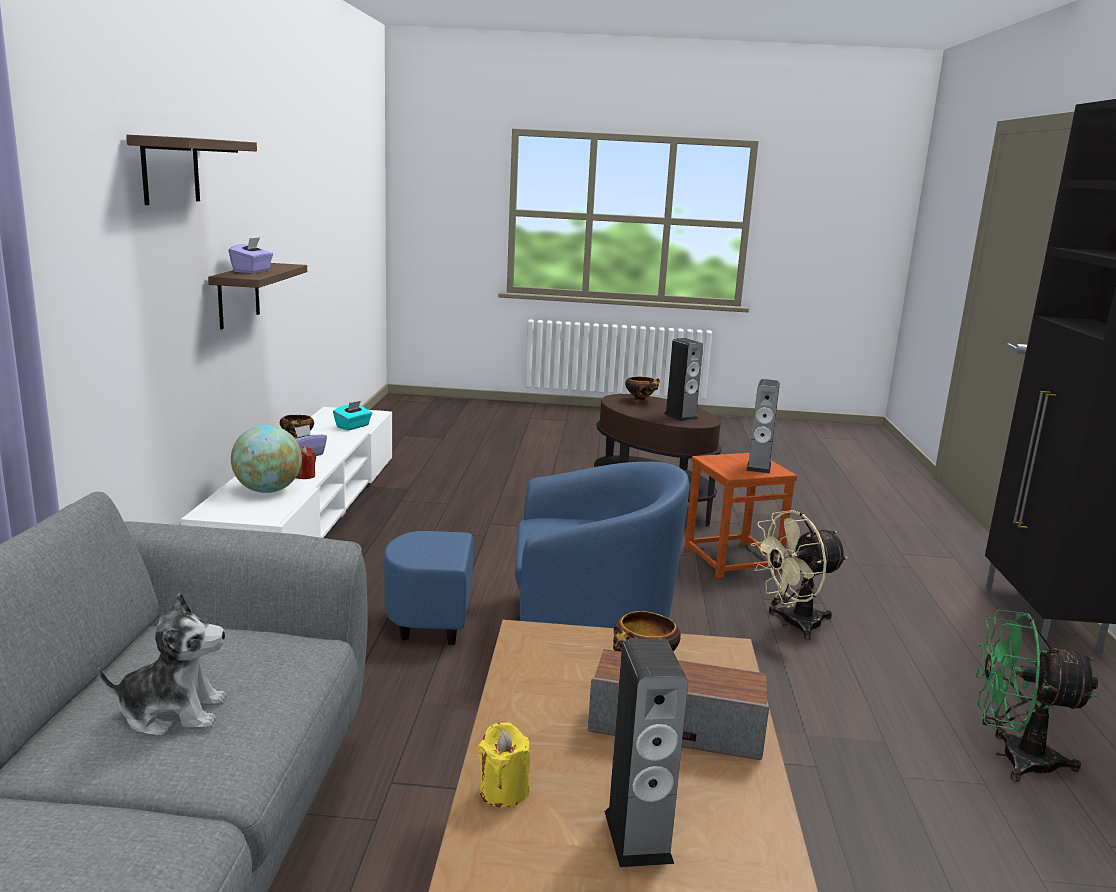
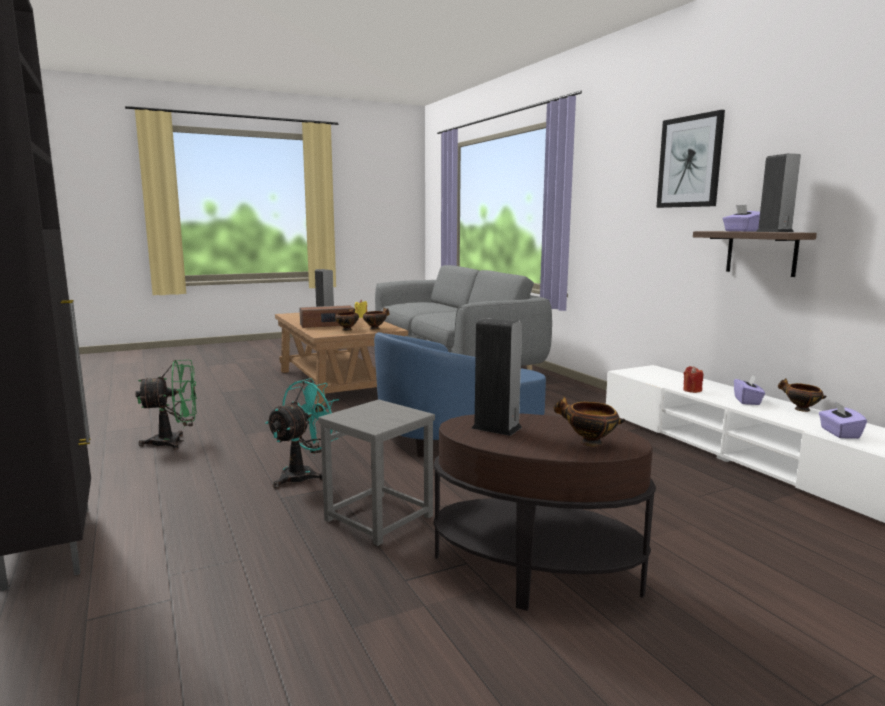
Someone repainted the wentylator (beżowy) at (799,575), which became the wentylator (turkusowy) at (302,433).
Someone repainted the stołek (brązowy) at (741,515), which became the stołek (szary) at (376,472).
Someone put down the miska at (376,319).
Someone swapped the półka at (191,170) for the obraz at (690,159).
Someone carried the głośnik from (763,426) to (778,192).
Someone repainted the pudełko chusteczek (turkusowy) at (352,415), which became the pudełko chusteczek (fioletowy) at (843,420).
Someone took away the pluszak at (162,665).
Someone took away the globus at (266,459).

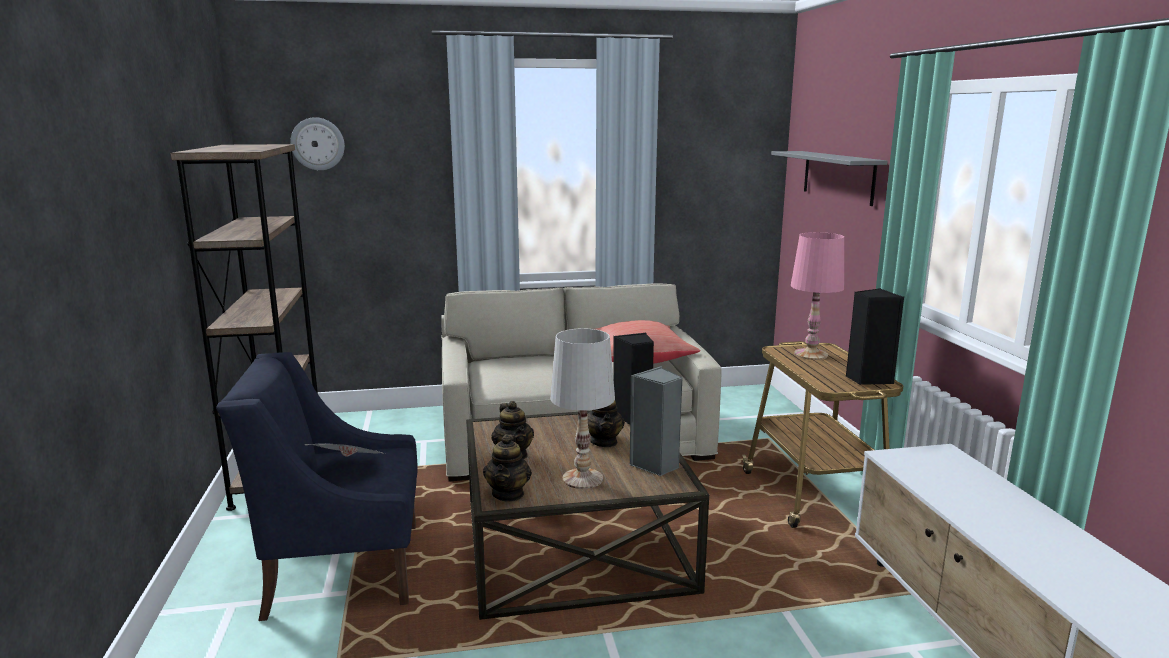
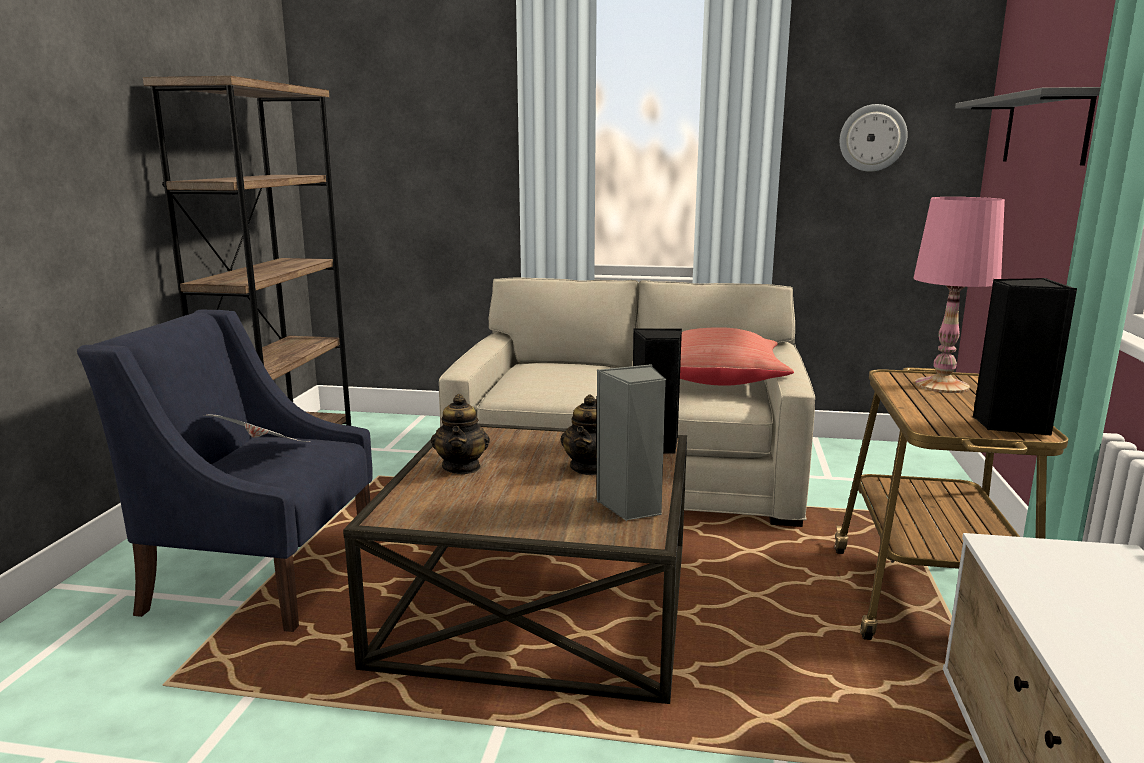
Someone carried the zegar ścienny from (317,143) to (874,138).
Someone took away the imbryk at (507,468).
Someone took away the lampa stołowa (biały) at (582,408).

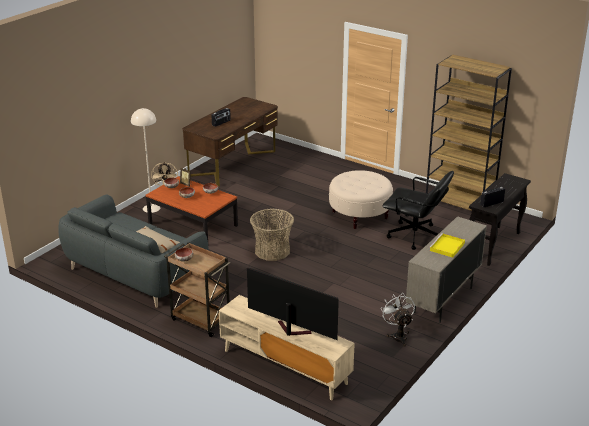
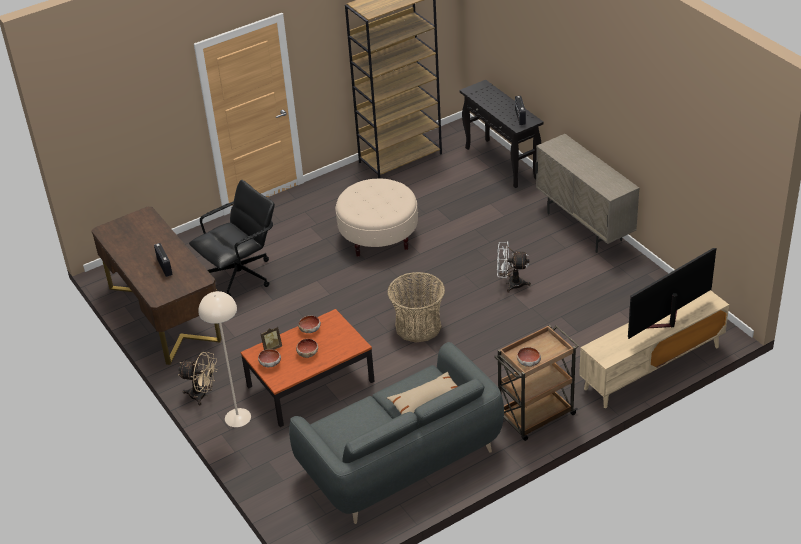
Someone carried the krzesło biurowe (czarny) from (418,210) to (232,238).
Someone carried the wentylator (biały) from (398,320) to (514,266).
Someone took away the taca (żółty) at (447,245).

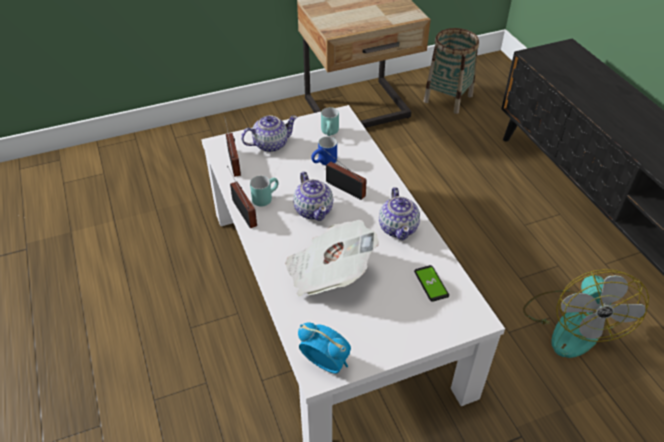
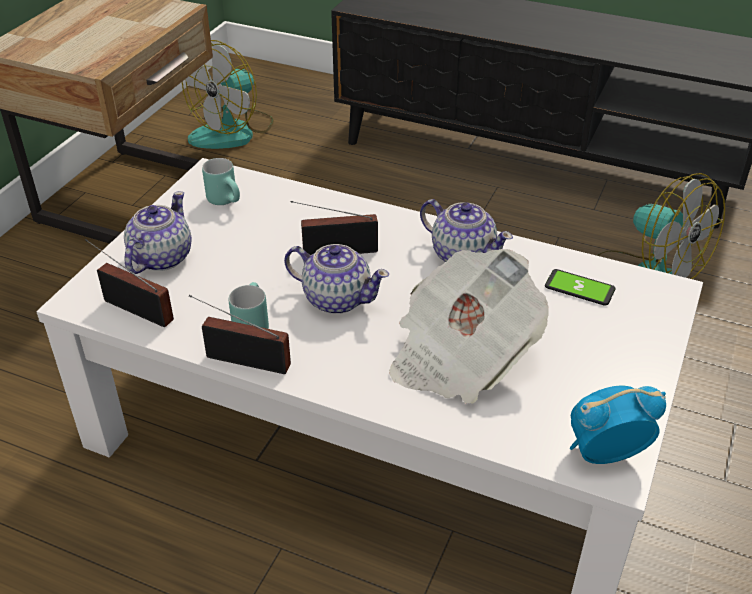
Someone swapped the koszyk at (451,71) for the wentylator at (228,94).
Someone took away the kubek (niebieski) at (324,150).

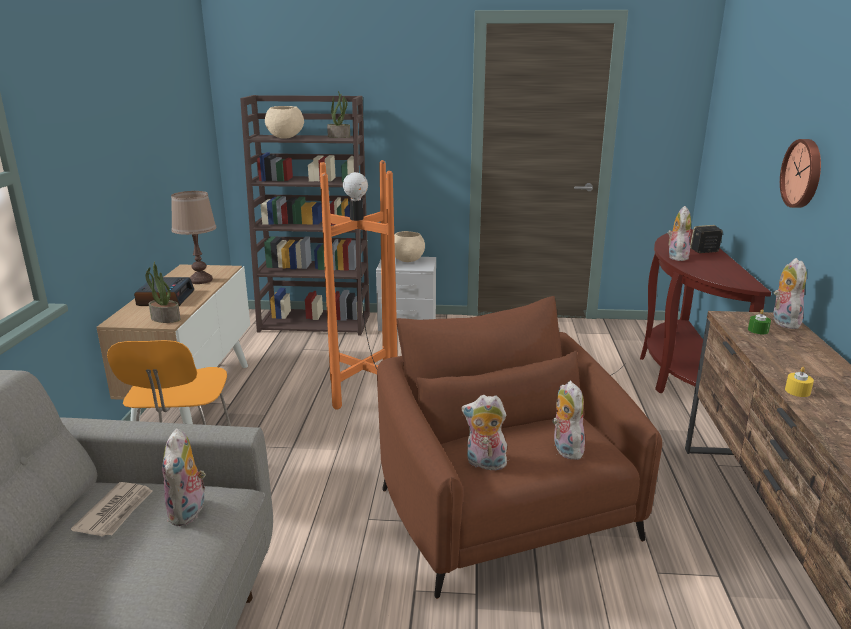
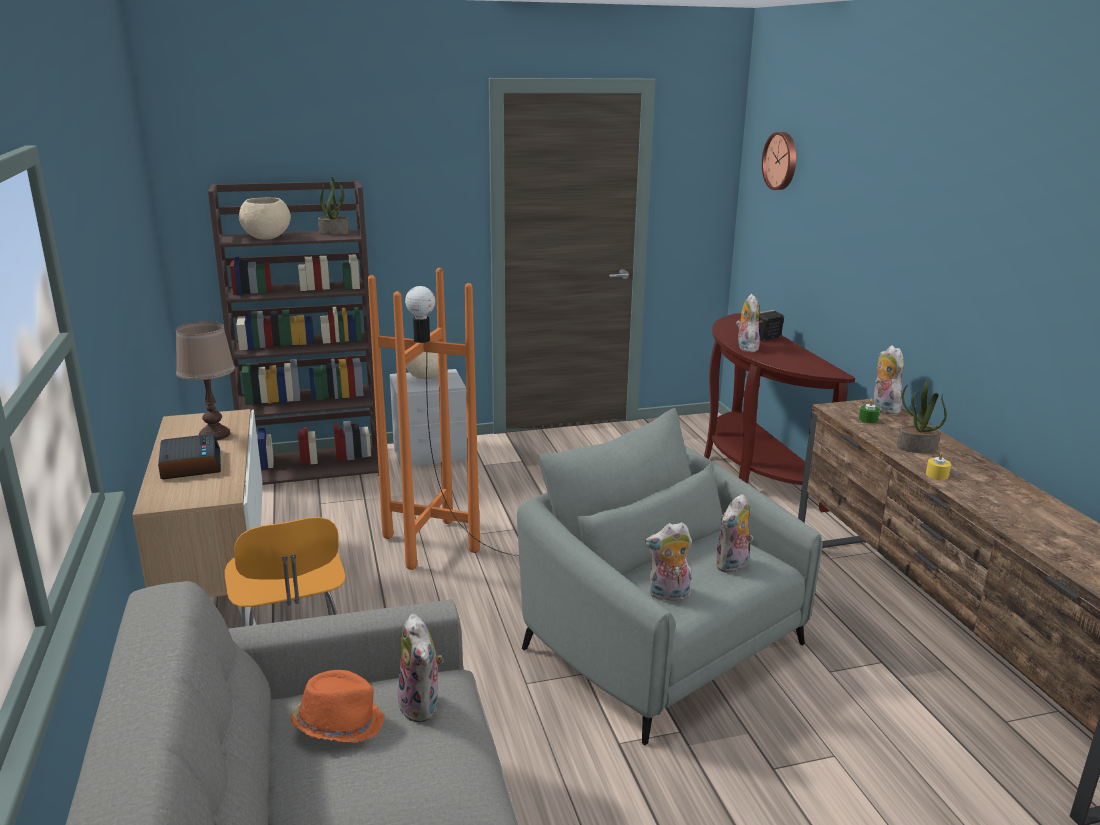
Someone swapped the gazeta at (112,509) for the kapelusz (pomarańczowy) at (337,706).
Someone repainted the fotel (brązowy) at (519,447), which became the fotel (szary) at (670,577).
Someone rotated the pluszak at (569,420) by 105 degrees counterclockwise.
Someone carried the zegar ścienny from (800,173) to (779,161).
Someone carried the roślina doniczkowa from (163,292) to (922,416).

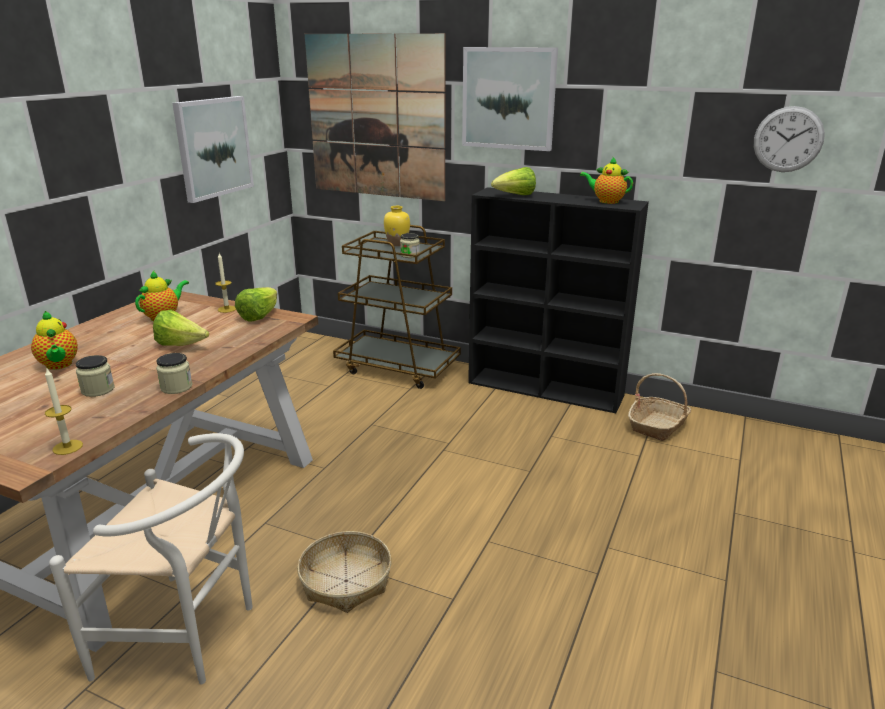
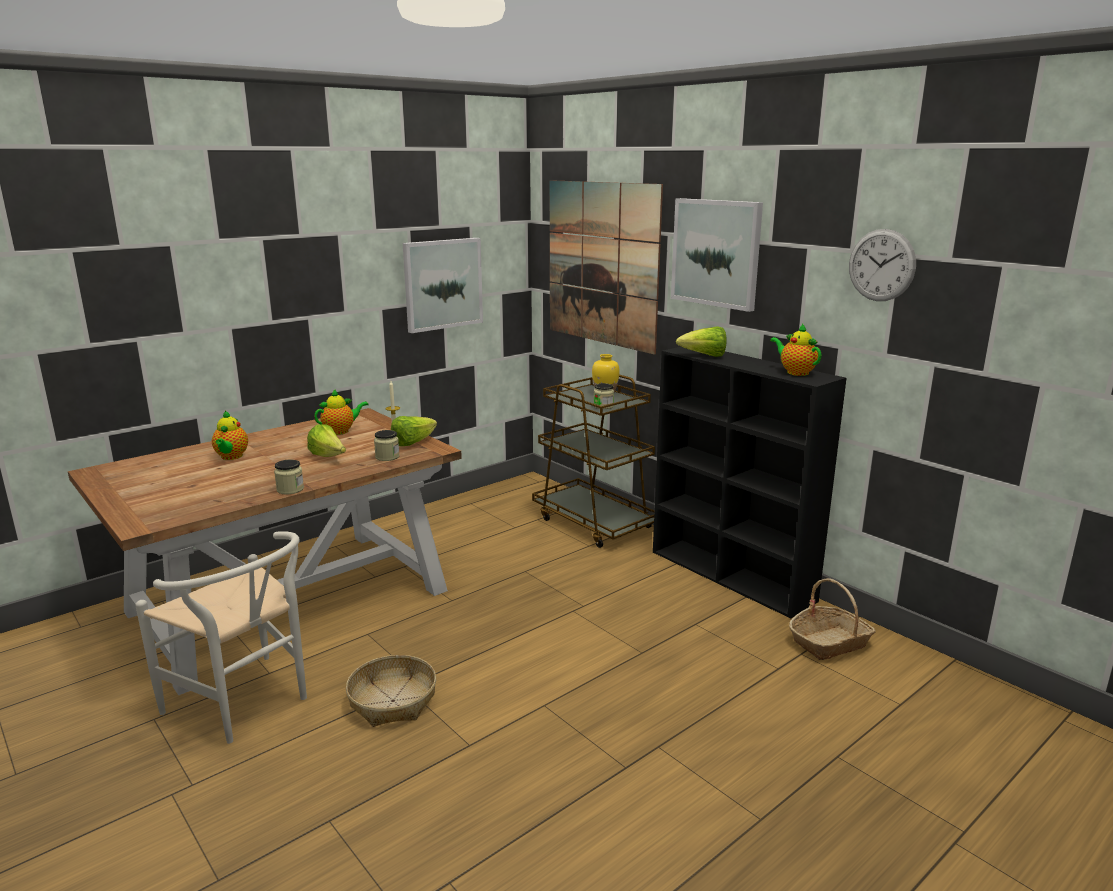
Someone carried the słoik from (95,376) to (387,445).
Someone carried the zegar ścienny from (789,139) to (882,265).
Someone took away the świeca at (64,411).

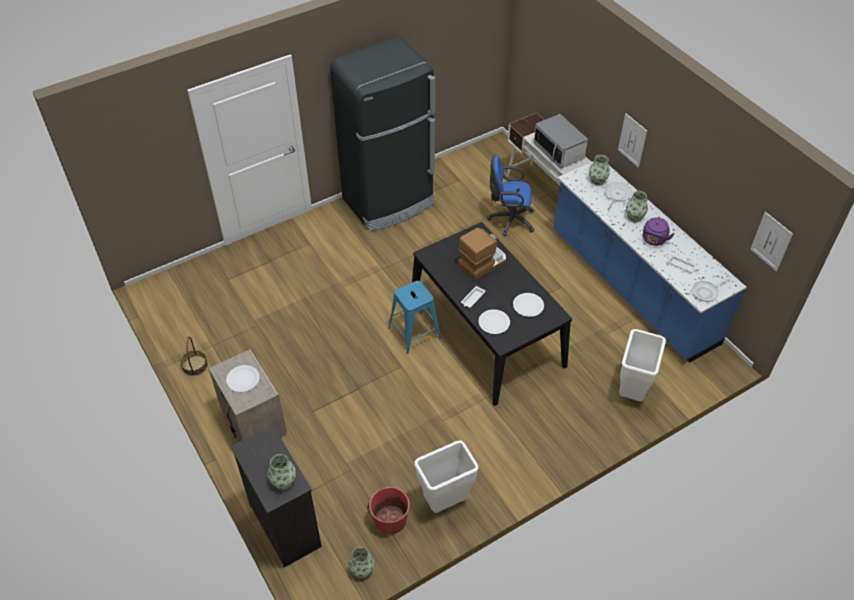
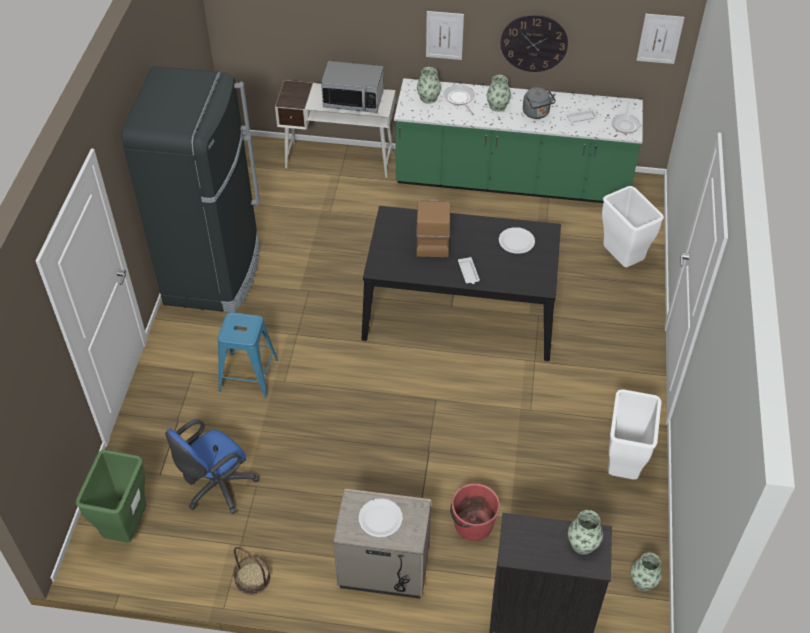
Someone put down the kosz na śmieci (zielony) at (111,496).
Someone carried the krzesło biurowe (niebieski) from (510,195) to (212,466).
Someone carried the stołek (niebieski) from (414,317) to (248,355).
Someone repainted the zabudowa kuchenna (niebieski) at (650,261), which became the zabudowa kuchenna (zielony) at (518,140).
Someone carried the wiadro (czerwony) from (388,511) to (475,512).
Someone put up the zegar ścienny at (534,43).
Someone repainted the czajnik (fioletowy) at (658,231), which became the czajnik (szary) at (539,103).
Someone took away the talerz (biały) at (494,321).

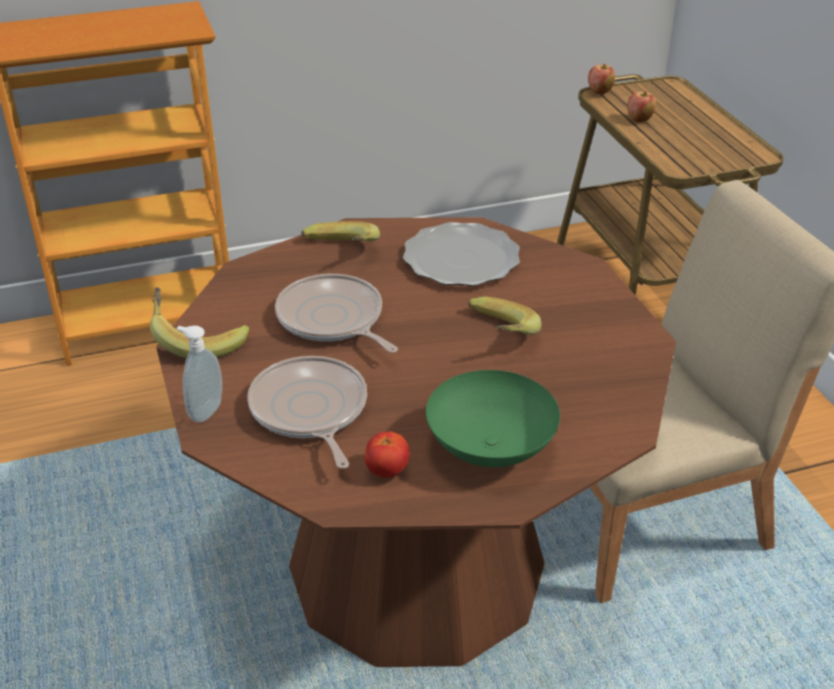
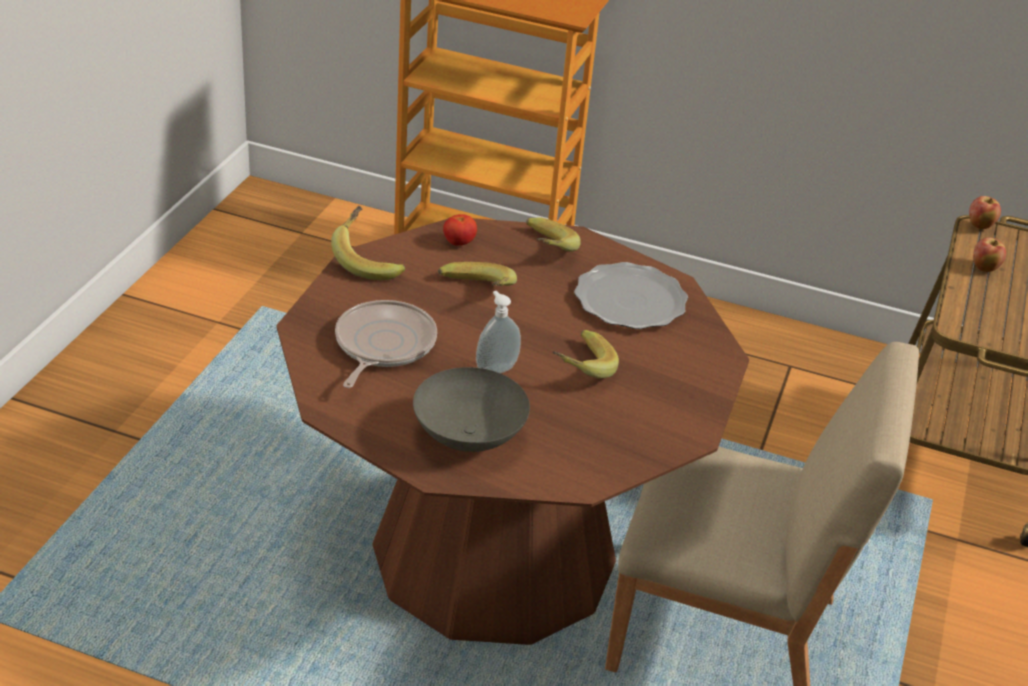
Someone repainted the miska (zielony) at (493,418), which became the miska (szary) at (471,409).
Someone swapped the patelnia at (336,313) for the banan at (477,274).
Someone carried the pomidor from (387,455) to (460,230).
Someone carried the dozownik mydła from (199,374) to (498,332).

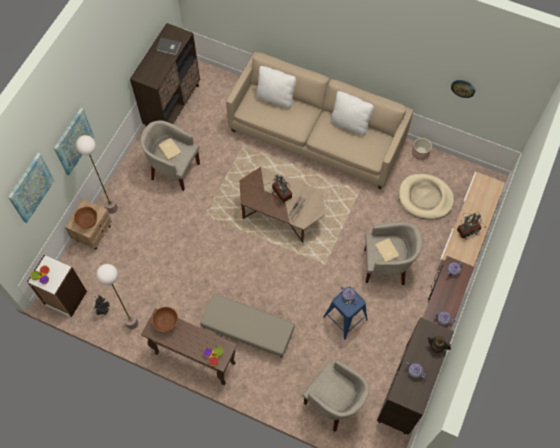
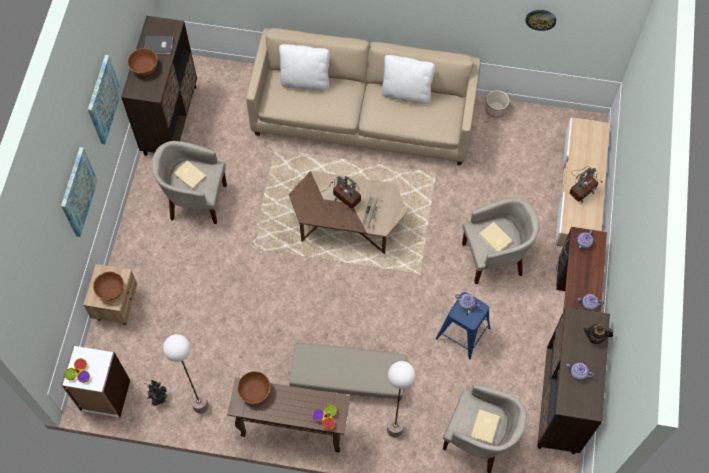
Someone carried the obraz from (31,188) to (104,99).
Someone put down the miska (brązowy) at (142,62).
Someone carried the lampa stojąca from (97,174) to (401,399).
Someone put down the książka (beżowy) at (485,426).
Someone took away the legowisko (beżowy) at (426,196).

